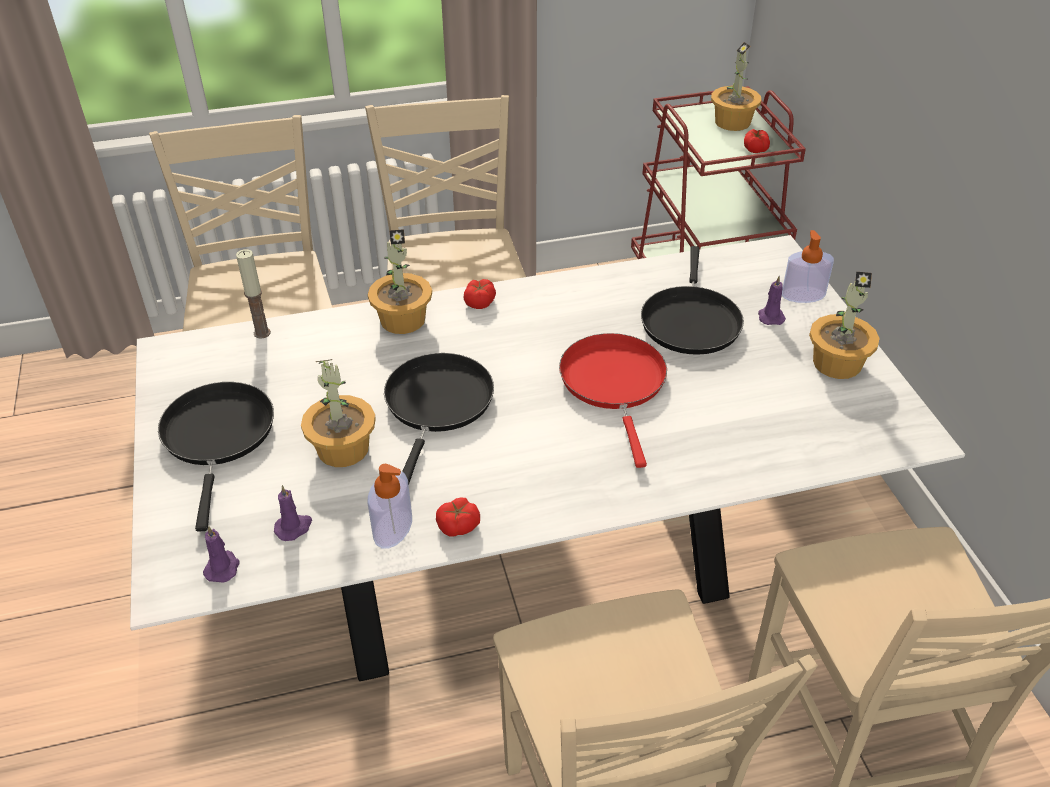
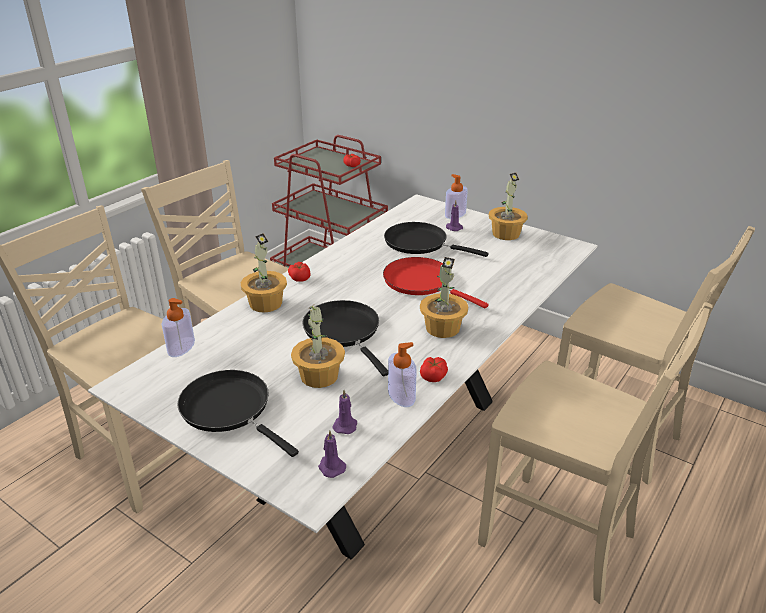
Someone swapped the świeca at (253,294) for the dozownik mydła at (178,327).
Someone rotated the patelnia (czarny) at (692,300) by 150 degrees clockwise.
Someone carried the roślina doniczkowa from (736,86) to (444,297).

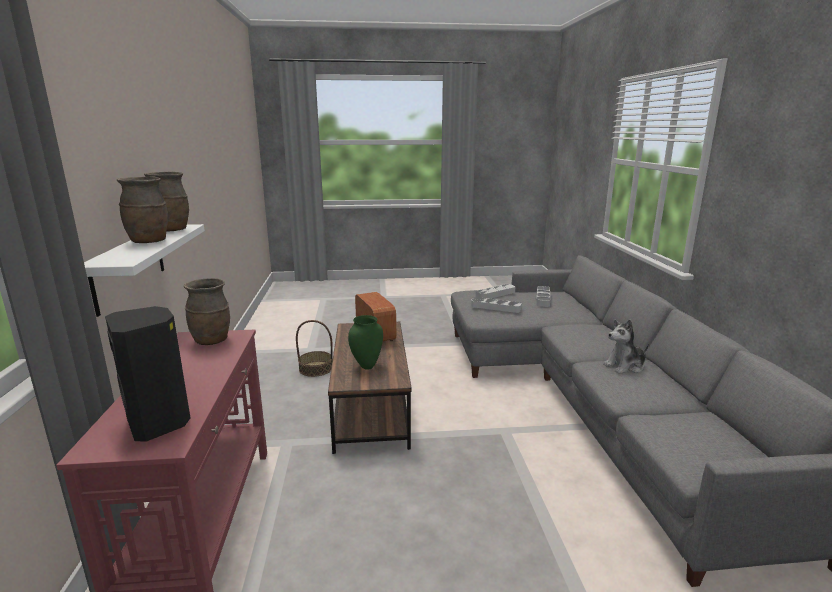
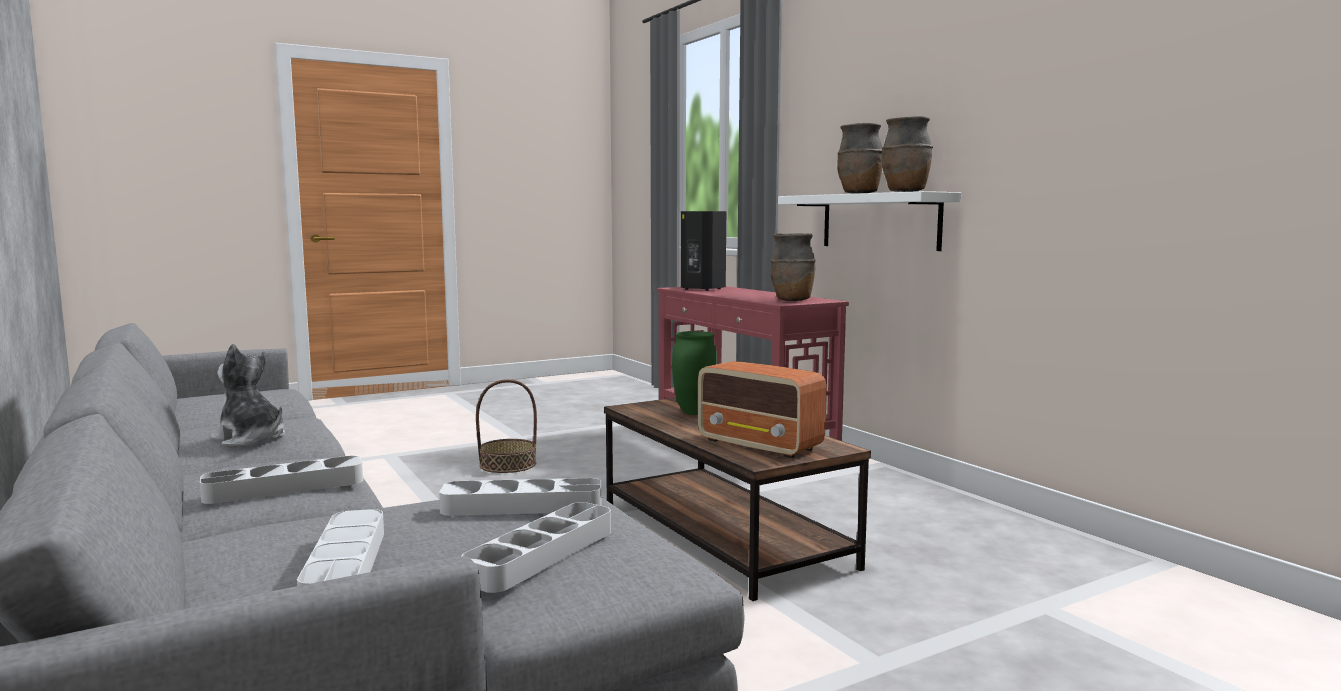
Someone put down the taca (szary) at (281,480).
Someone rotated the pluszak at (626,346) by 105 degrees counterclockwise.
Someone carried the koszyk from (314,348) to (506,426).

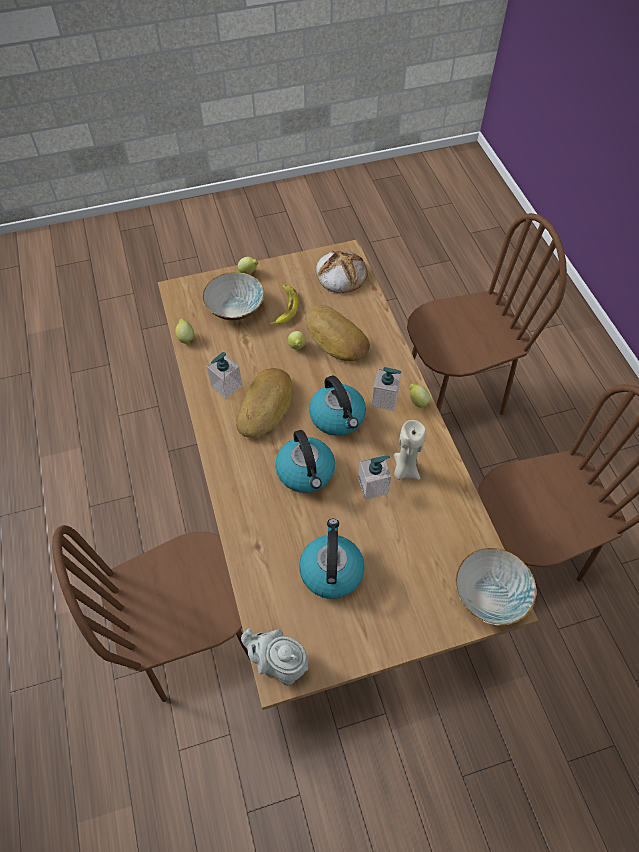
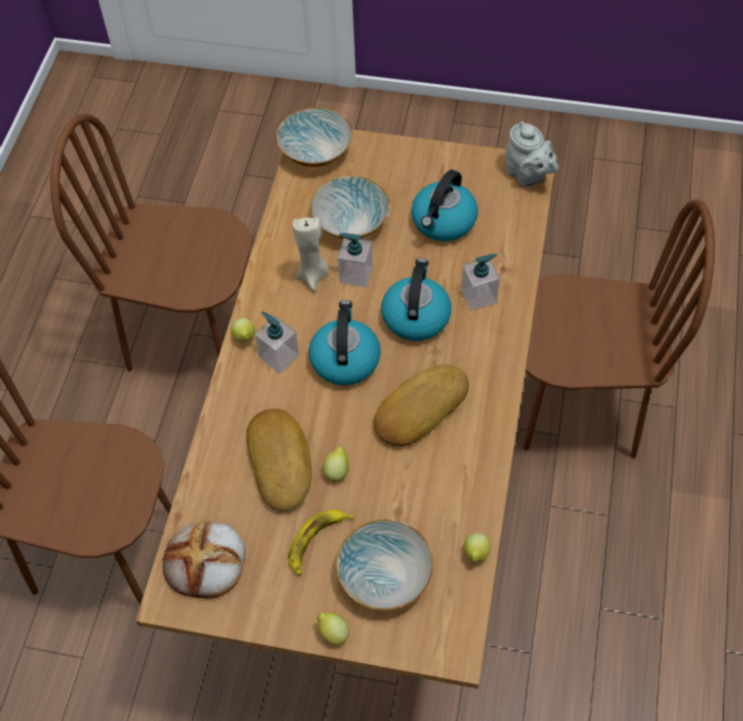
Someone put down the miska at (350,207).
Someone carried the dozownik mydła from (224,375) to (480,282).

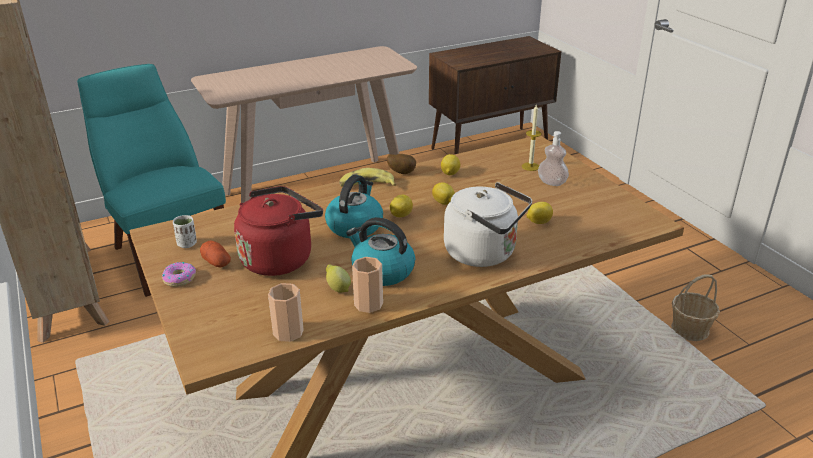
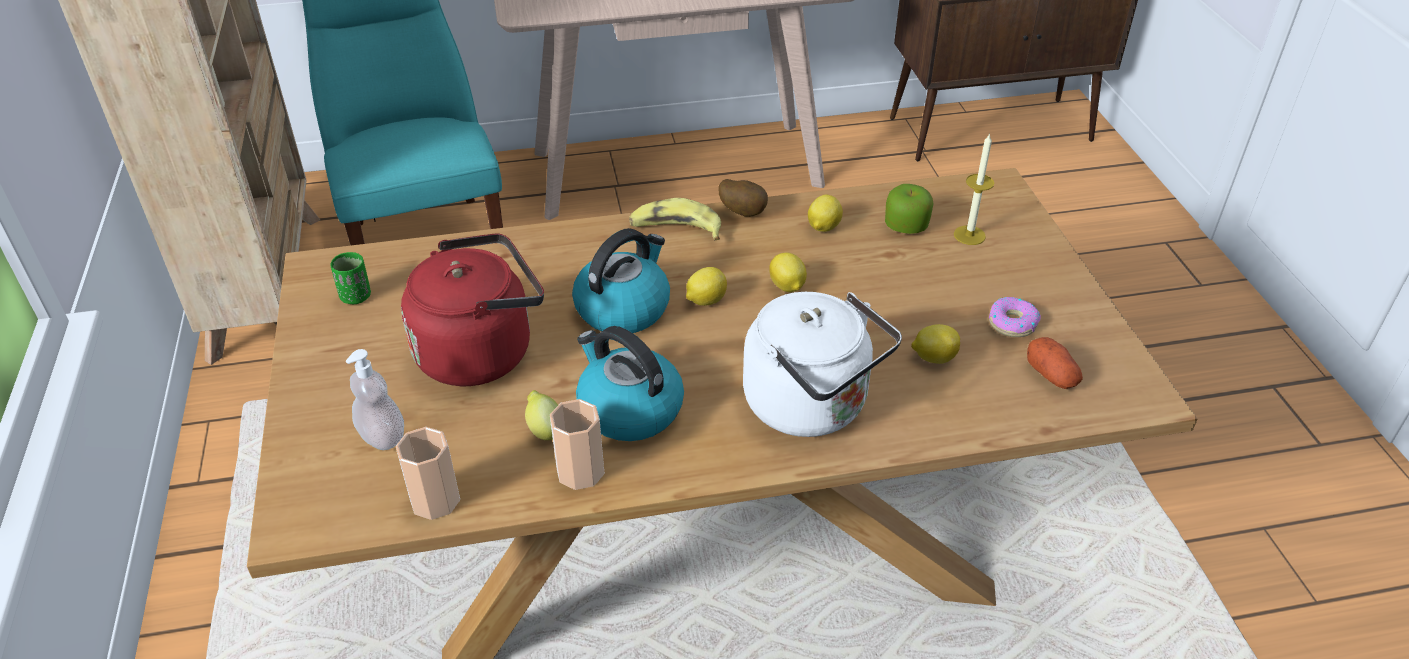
Someone repainted the filiżanka (biały) at (185,231), which became the filiżanka (zielony) at (350,278).
Someone carried the dozownik mydła from (553,158) to (375,399).
Someone put down the jabłko at (909,209).
Someone carried the donut from (179,274) to (1015,317).
Someone carried the ziemniak from (215,253) to (1055,363).
Someone took away the koszyk at (695,307).

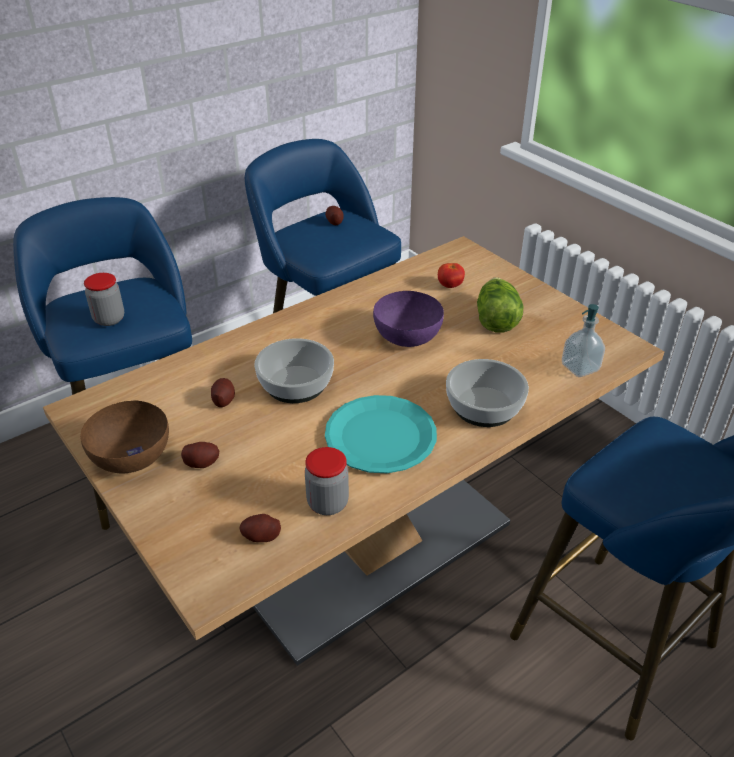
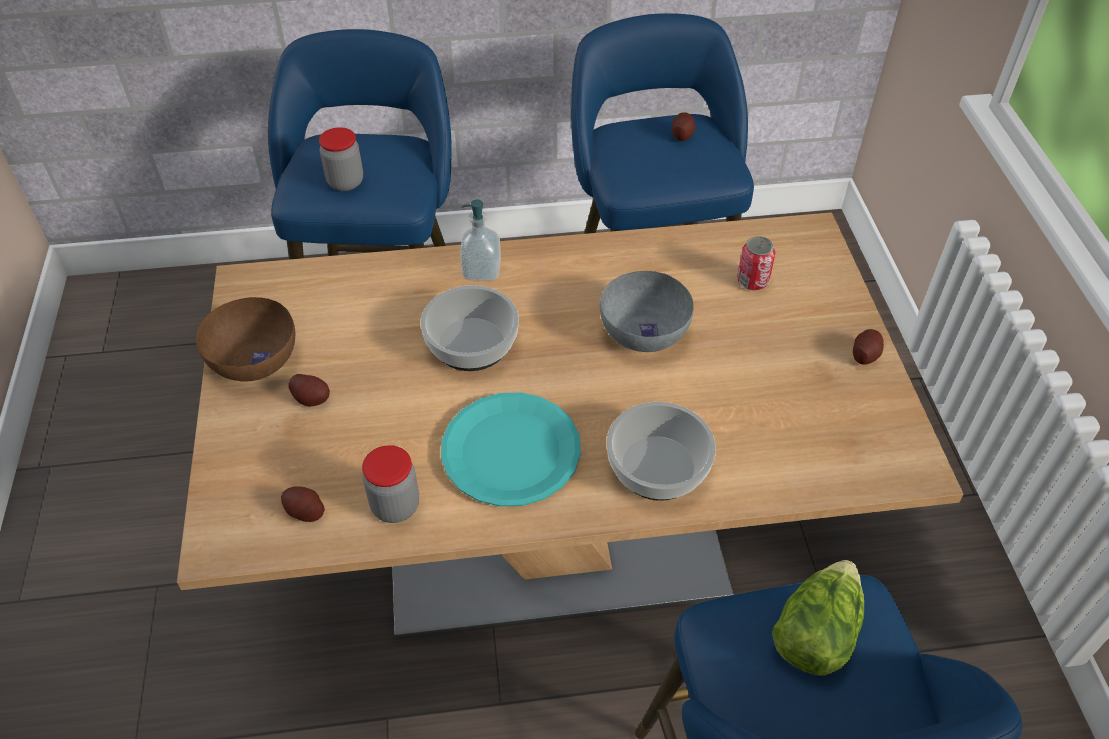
Someone carried the dozownik mydła from (583,340) to (480,240).
Someone repainted the miska (fioletowy) at (408,319), which became the miska (szary) at (647,311).
Someone swapped the pomidor at (451,275) for the puszka at (756,263).
Someone carried the sałata from (500,305) to (818,618).
Someone carried the ziemniak from (223,392) to (868,347).

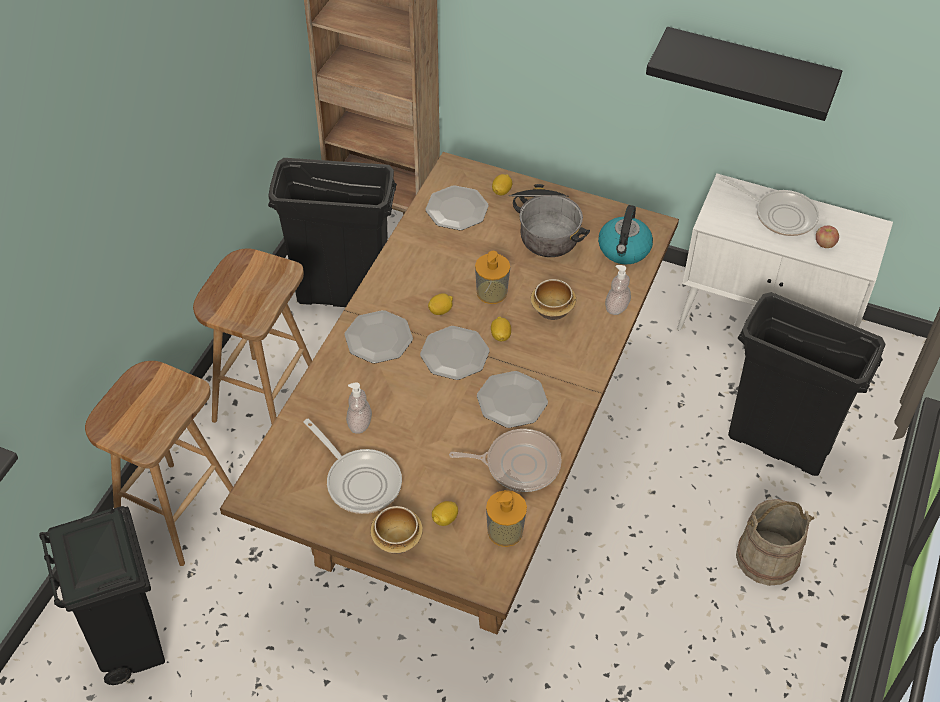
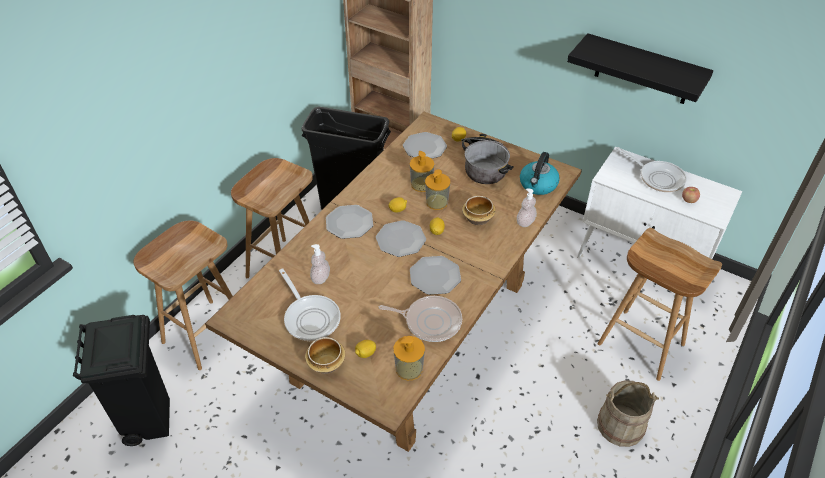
Someone put down the dozownik mydła at (422,171).
Someone swapped the kosz na śmieci (czarny) at (807,384) for the stołek (brązowy) at (660,304).

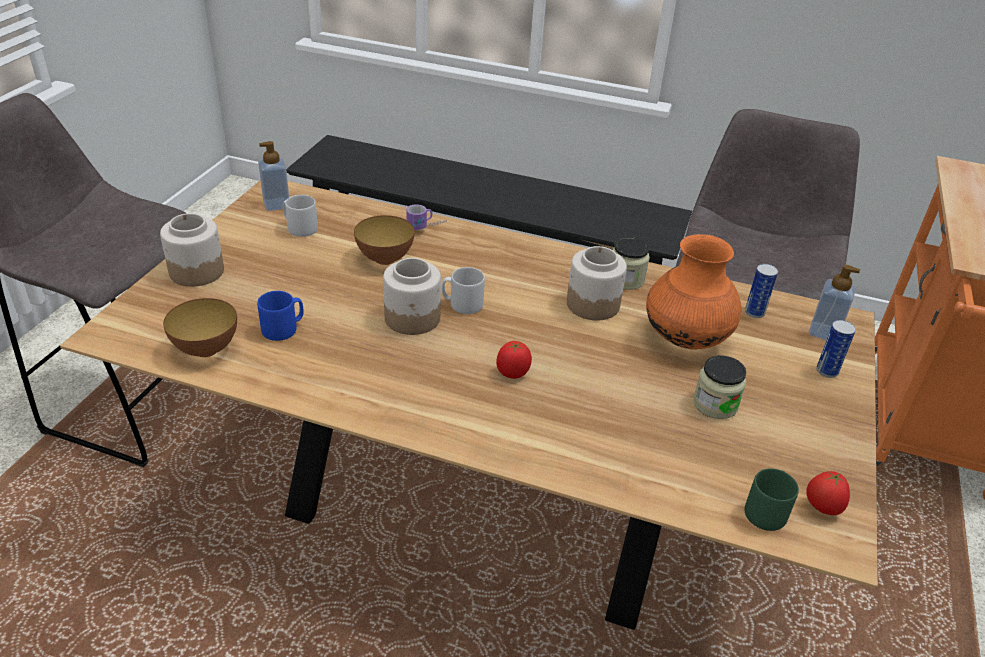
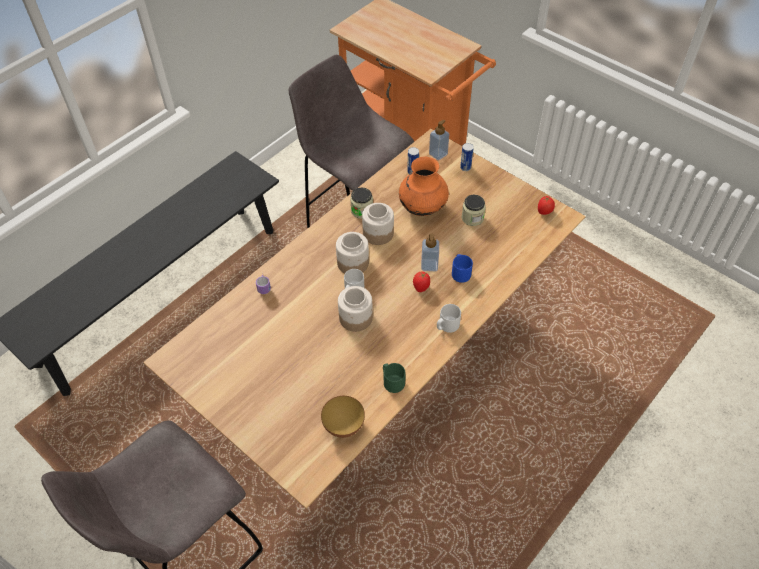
Someone carried the słoik from (192,250) to (352,253).
Someone carried the kubek (zielony) from (772,499) to (394,378).
Someone carried the dozownik mydła from (273,176) to (430,252).
Someone carried the kubek (szary) from (300,216) to (449,318).
Someone carried the kubek (niebieski) from (280,316) to (462,268).
Someone took away the miska at (384,240).

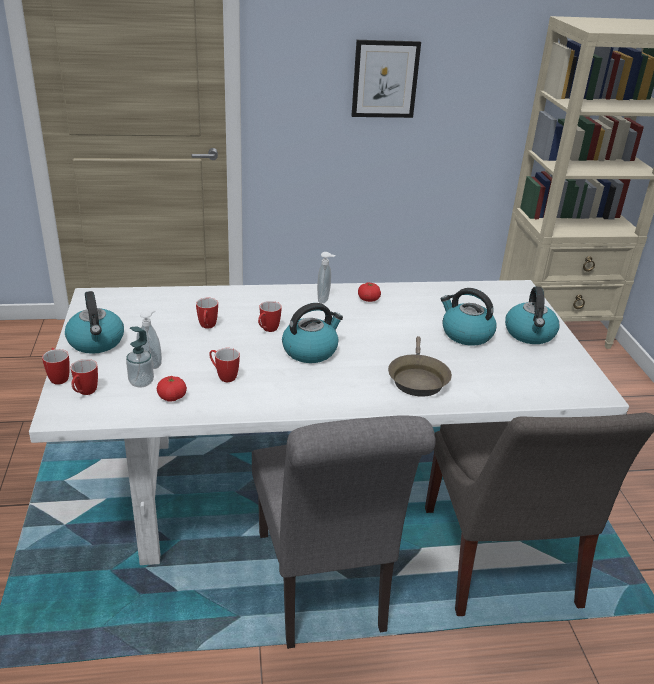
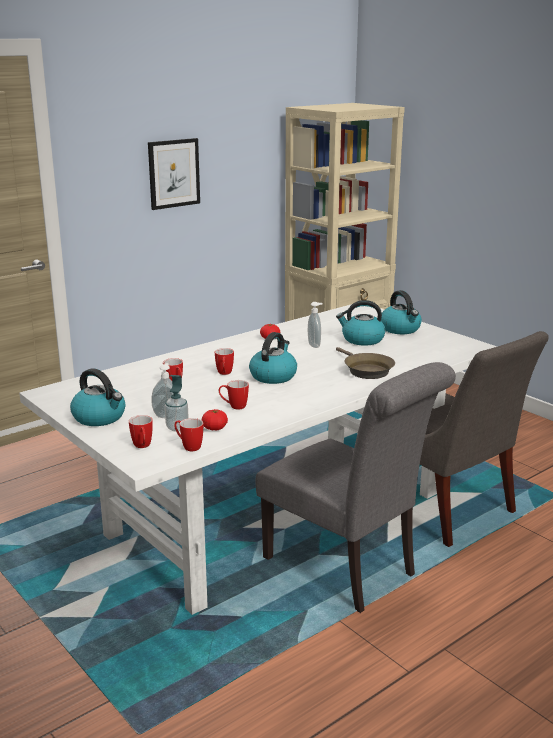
Someone carried the kubek from (56,366) to (188,434).
Someone carried the dozownik mydła from (326,278) to (315,325).

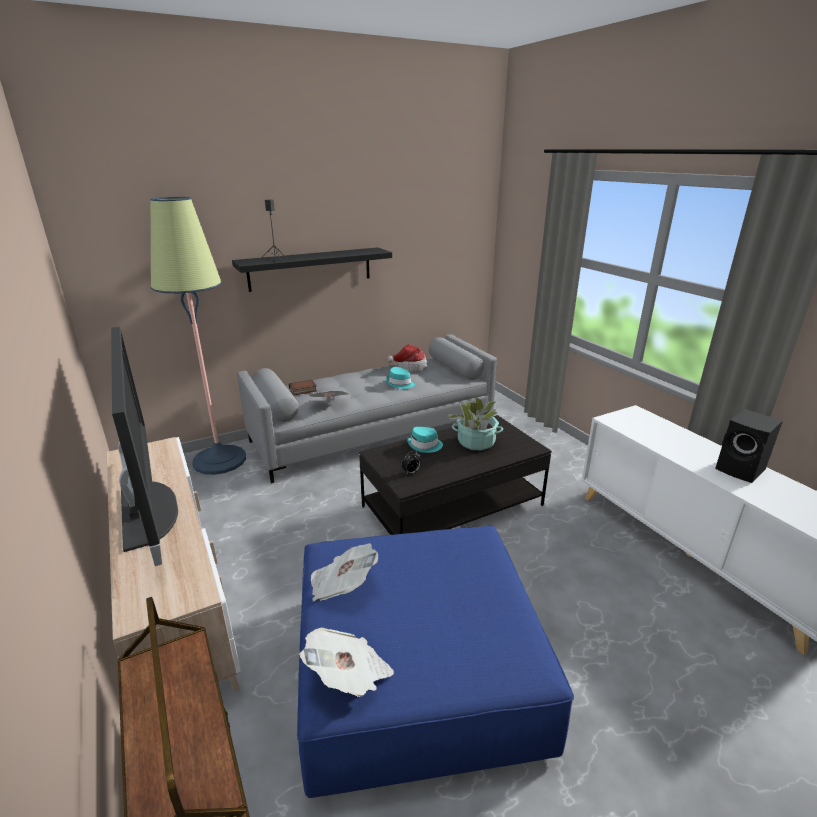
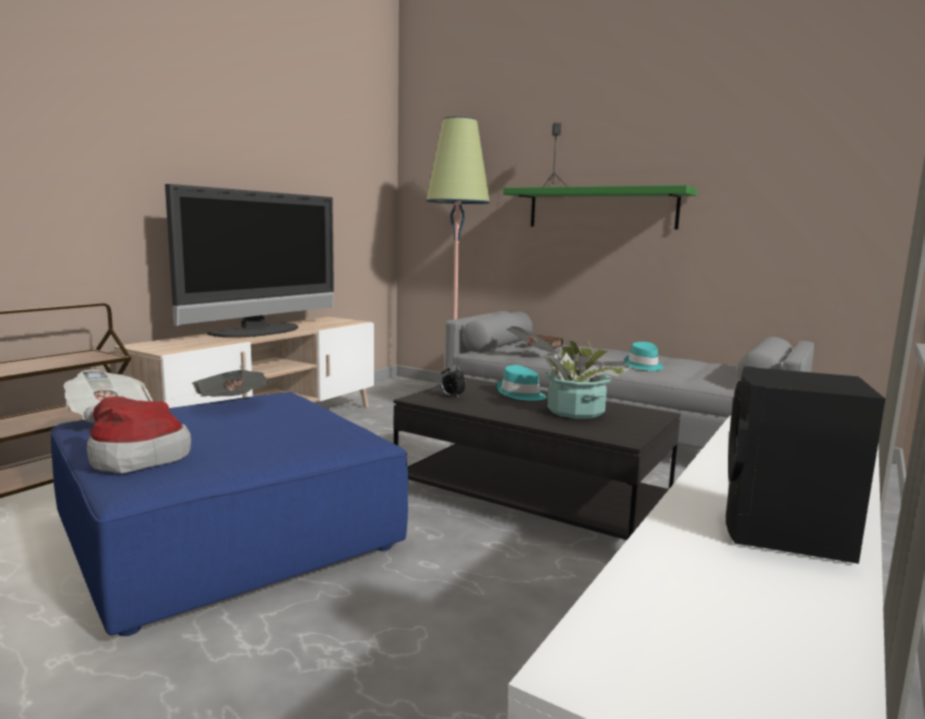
Someone carried the kapelusz from (407,358) to (137,435).
Someone repainted the półka (czarny) at (312,269), which became the półka (zielony) at (600,207).

